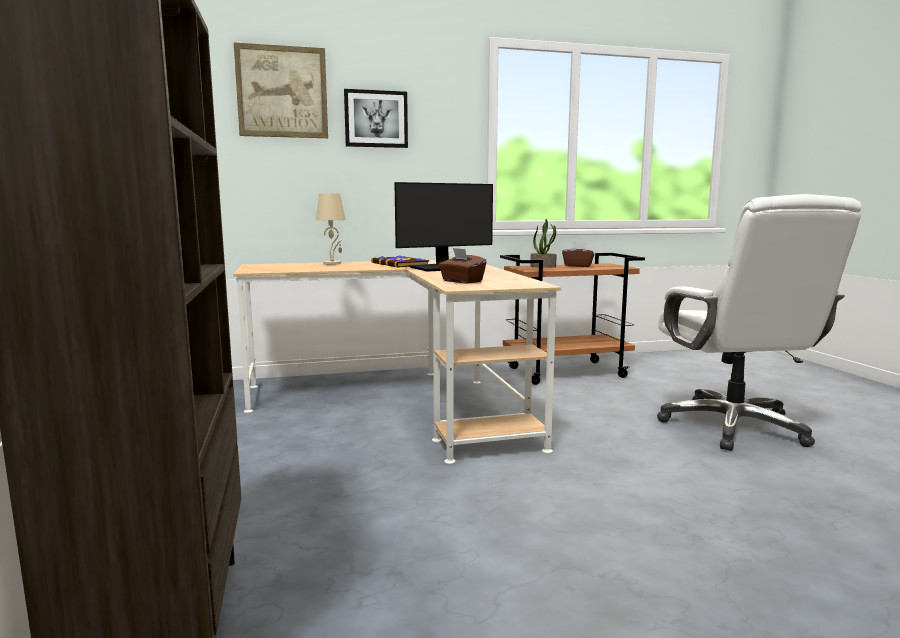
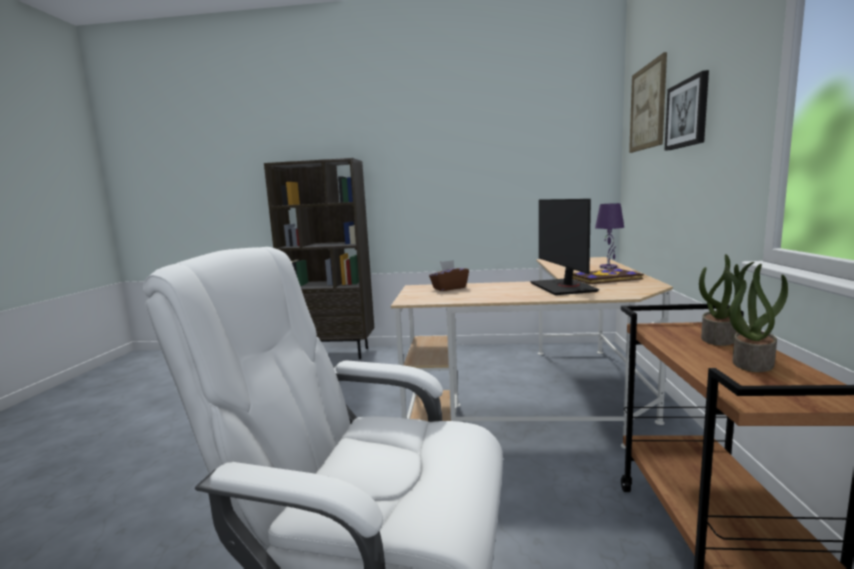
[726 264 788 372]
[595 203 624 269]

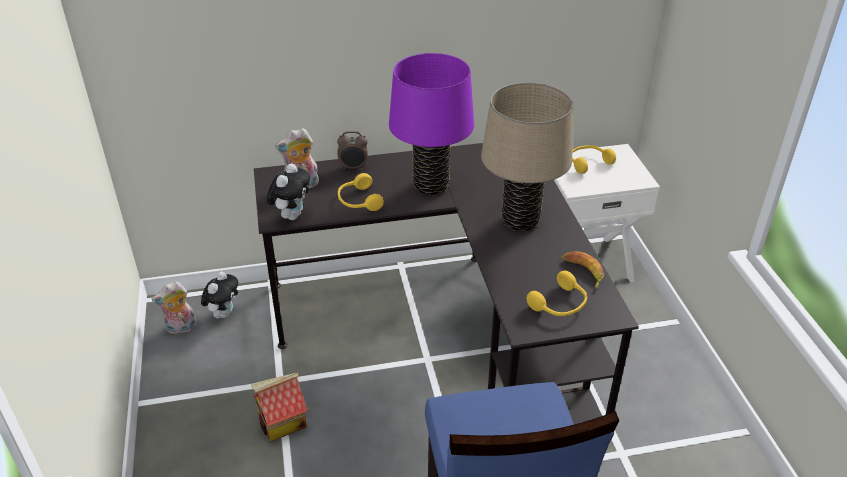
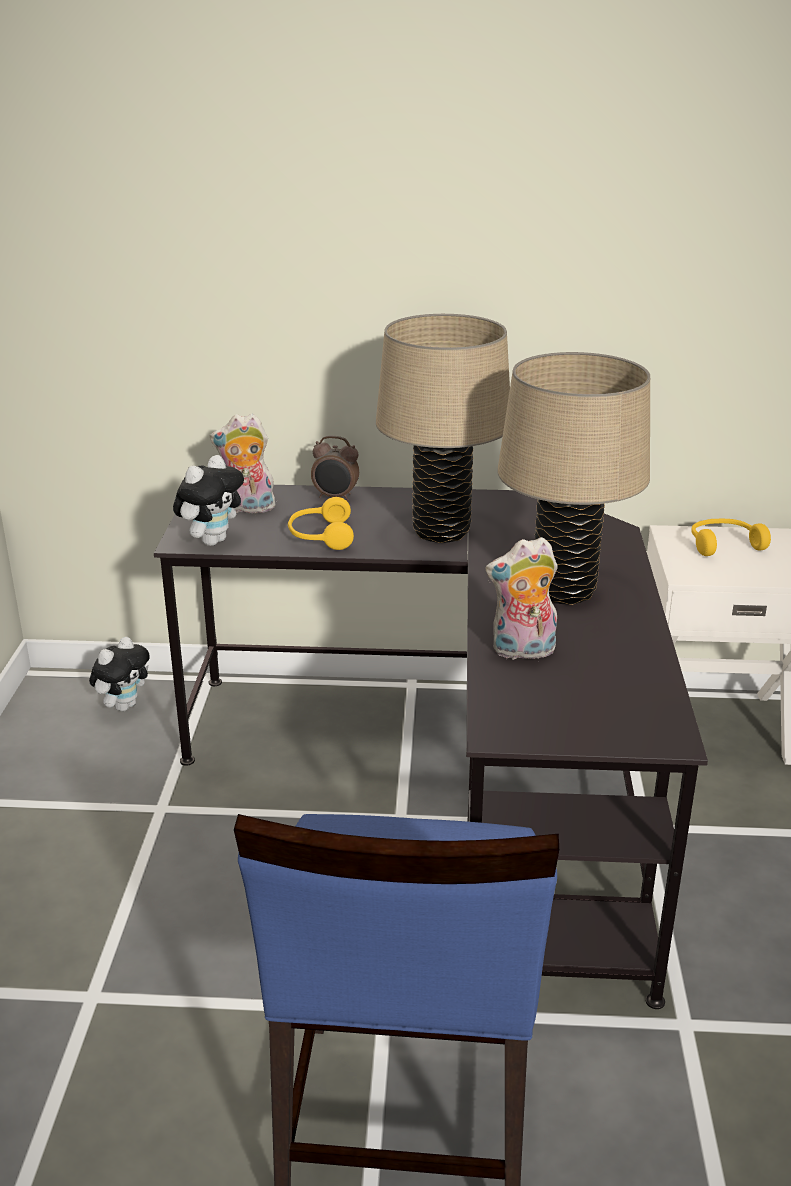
[251 372 308 442] (first image)
[527 271 587 316] (first image)
[561 251 604 289] (first image)
[485 537 558 660]
[376 314 510 543]

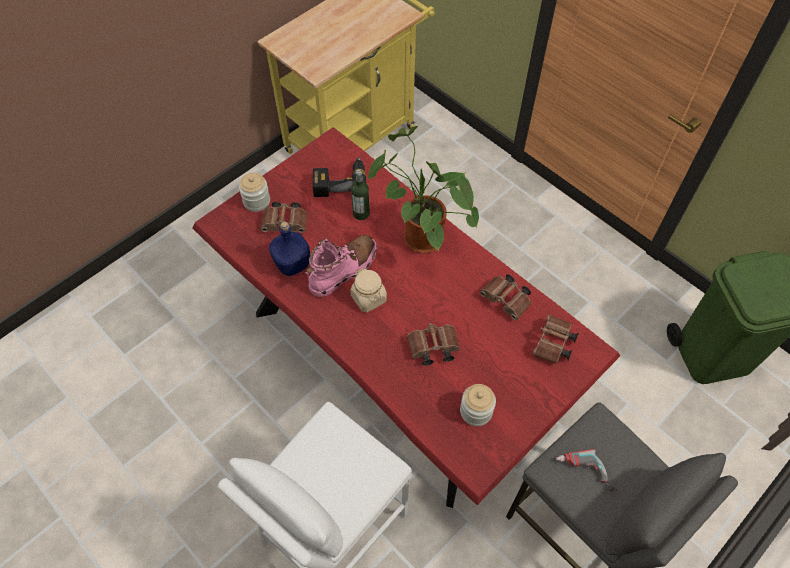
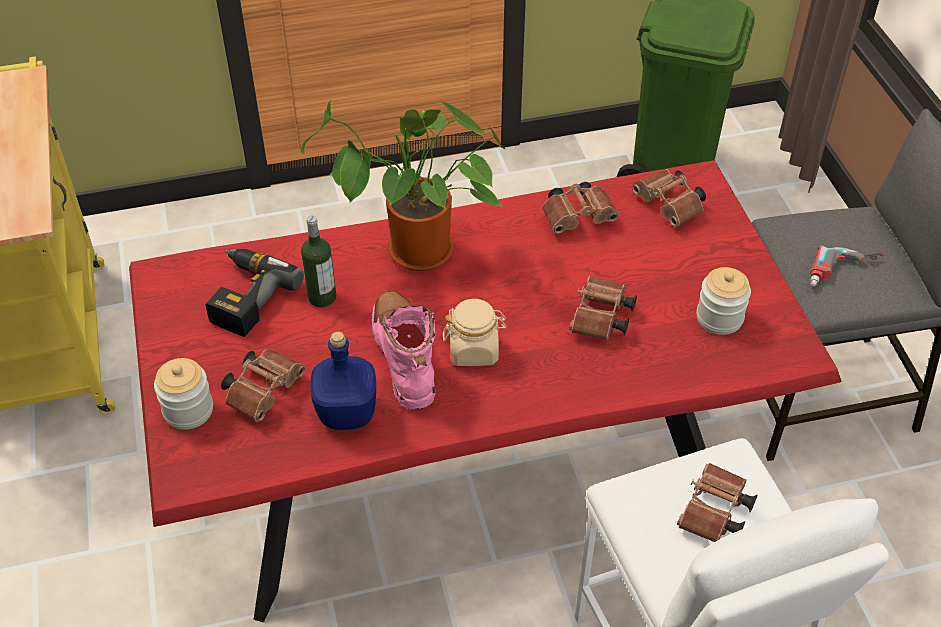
[677 463 757 542]

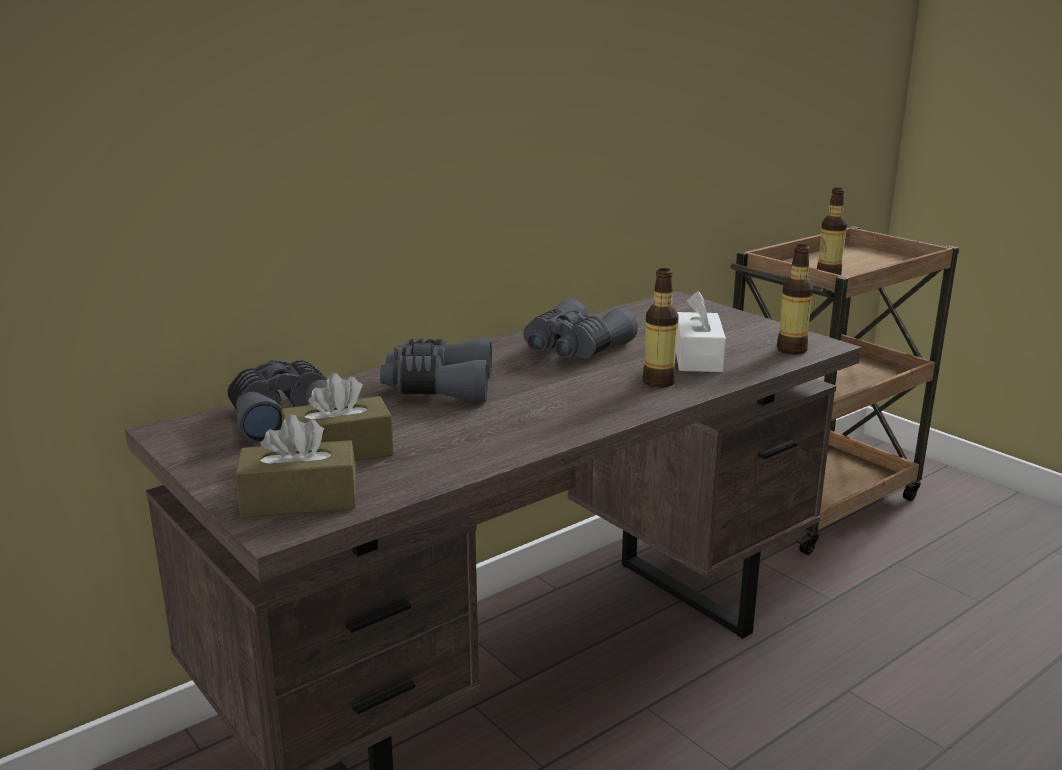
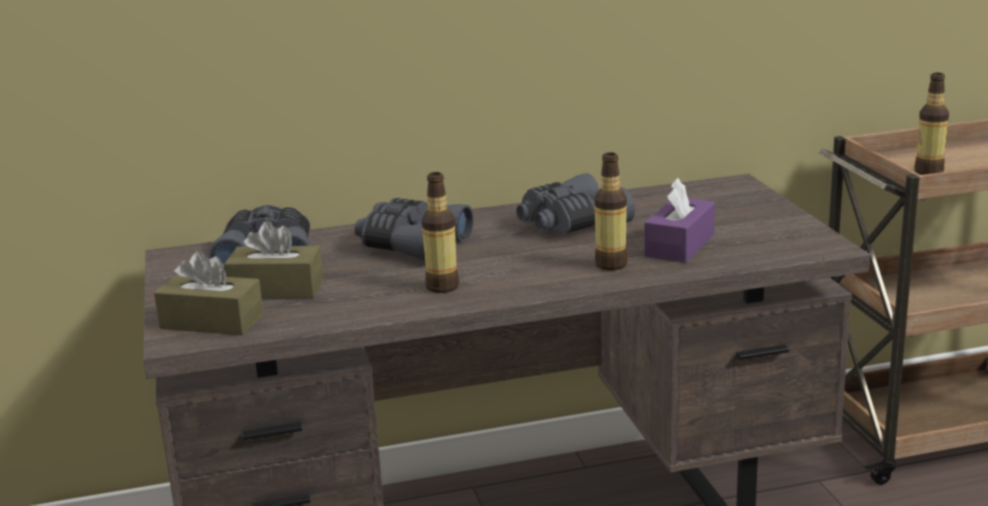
[422 172 459 293]
[644 178 715 263]

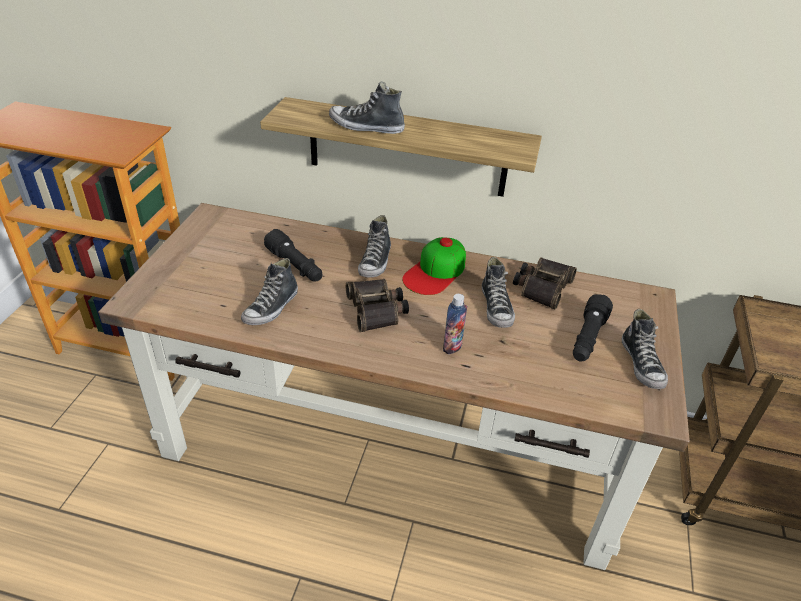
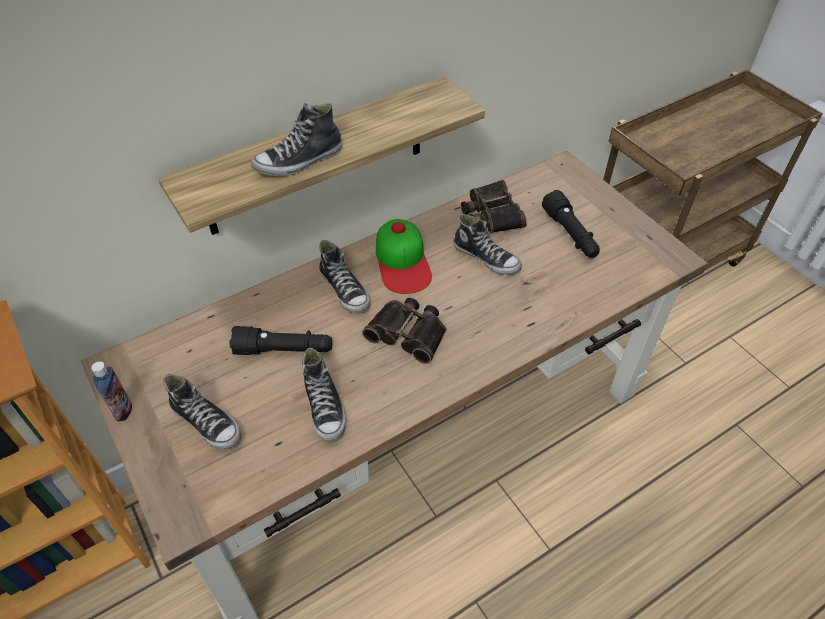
[91 361 132 421]
[164 374 242 449]

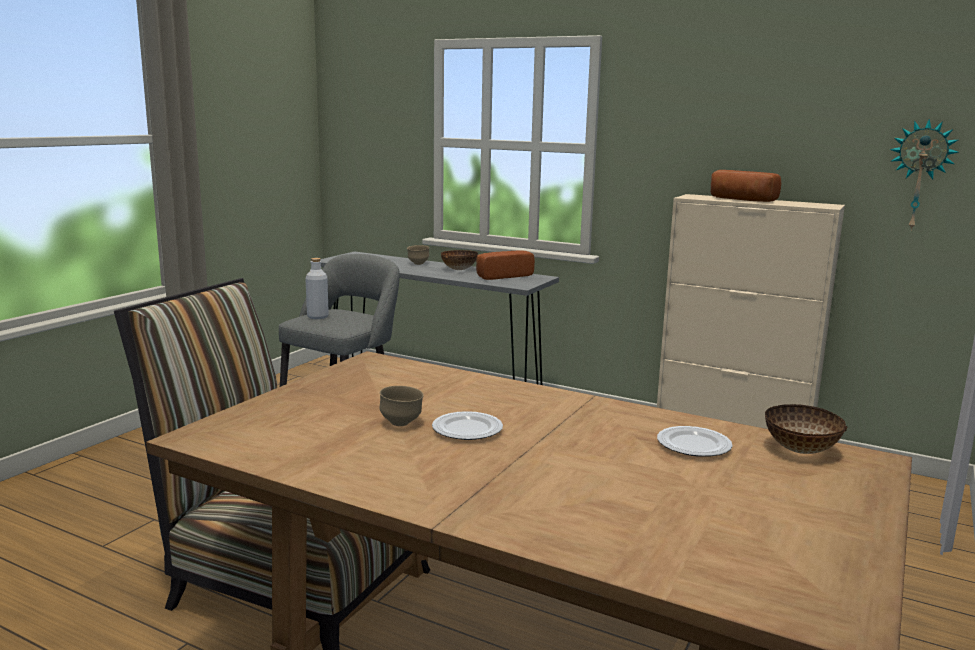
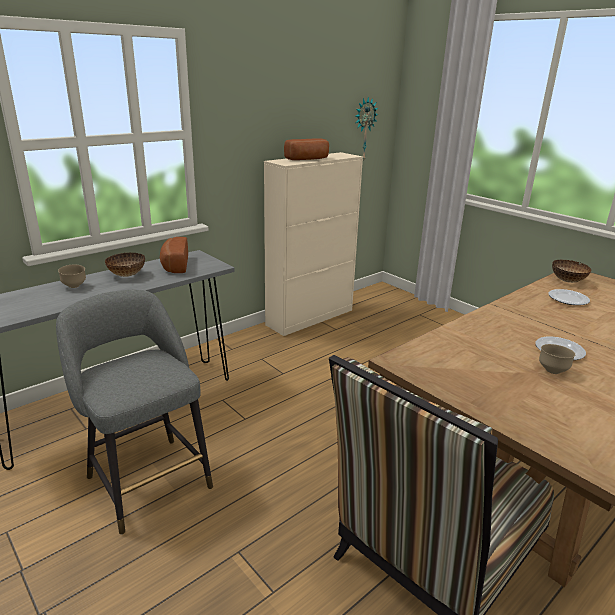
[305 258 329 319] (first image)

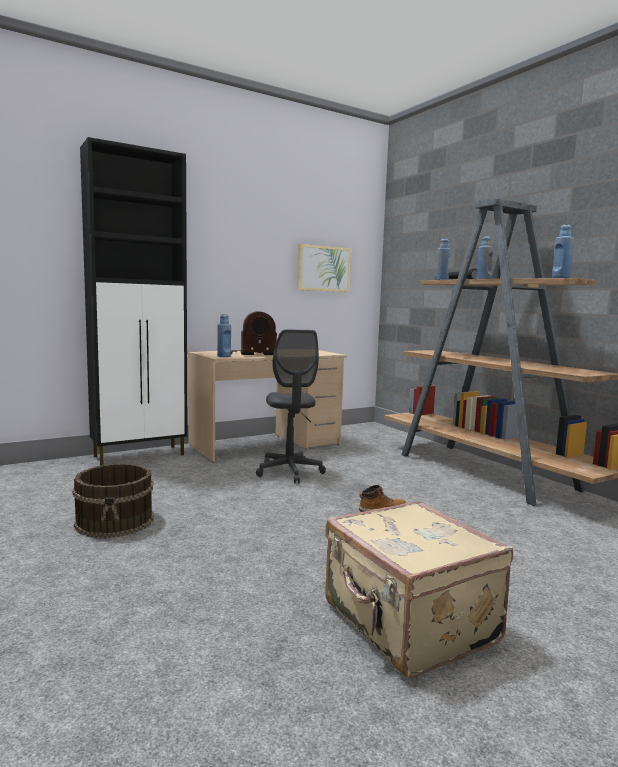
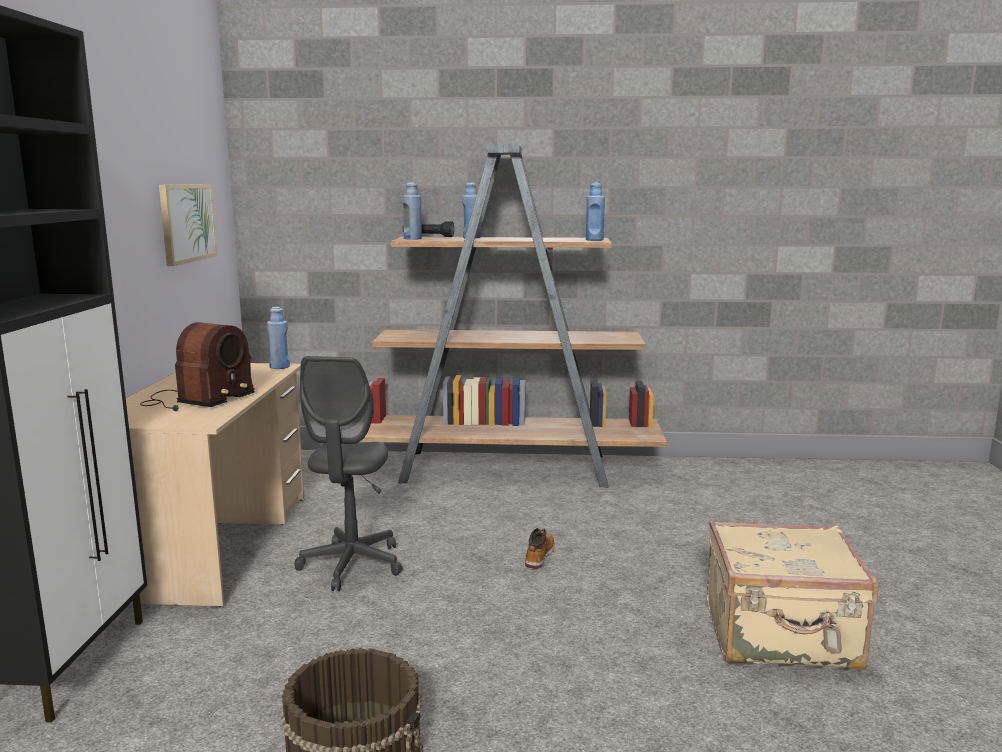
[267 307 290 369]
[294 356 402 591]

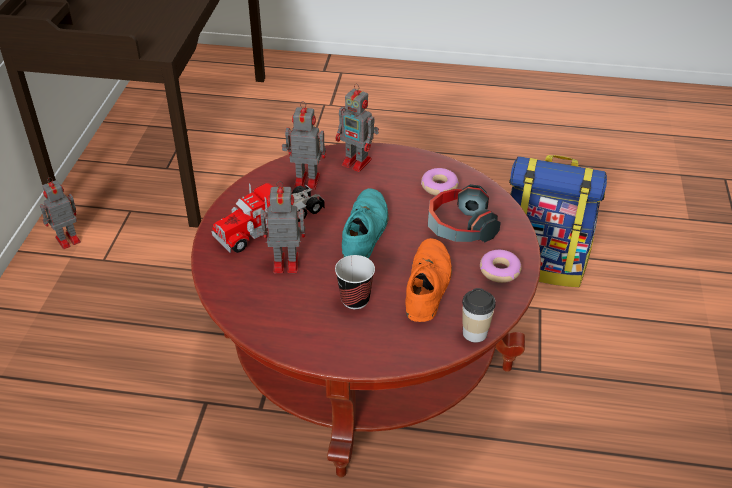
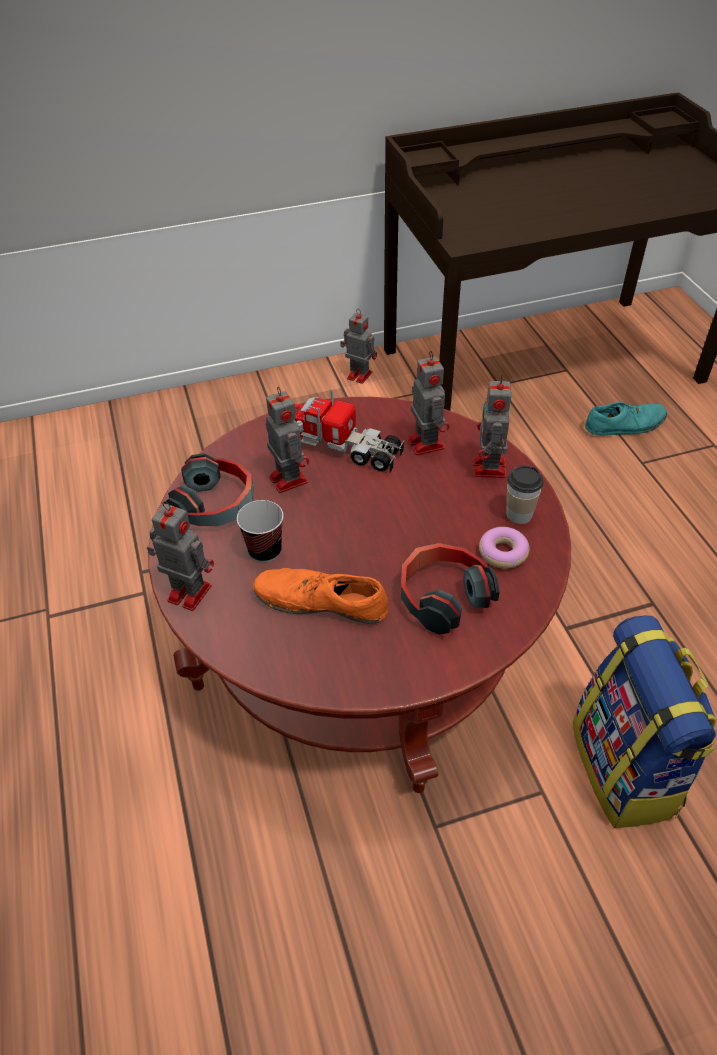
[480 250 521 283] (first image)
[147 501 214 611]
[164 453 254 526]
[585 402 667 436]
[506 466 543 524]
[253 568 388 624]

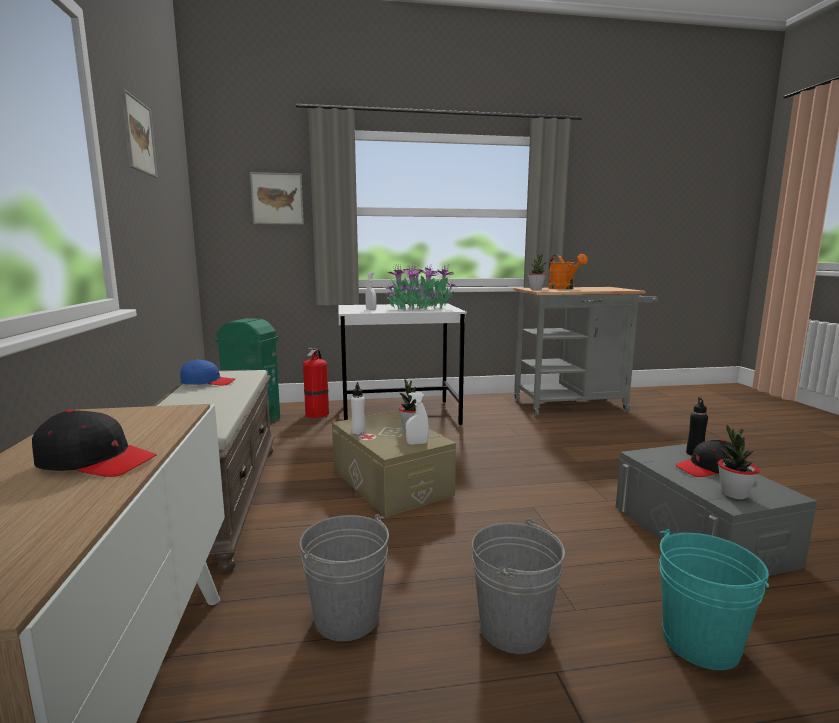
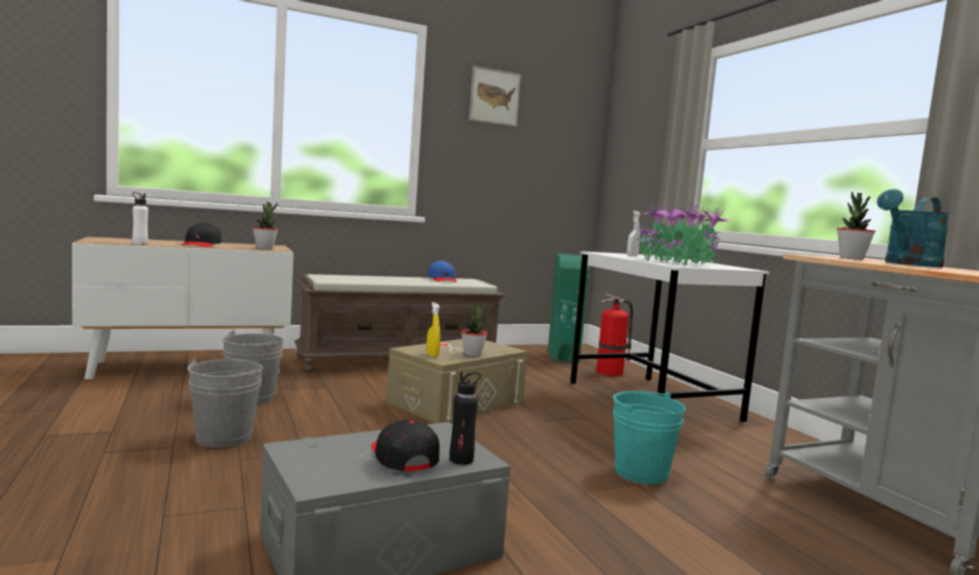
[250 172 304 225] (first image)
[132 192 148 245]
[613 391 685 484]
[253 202 278 250]
[426 302 440 357]
[877 189 950 268]

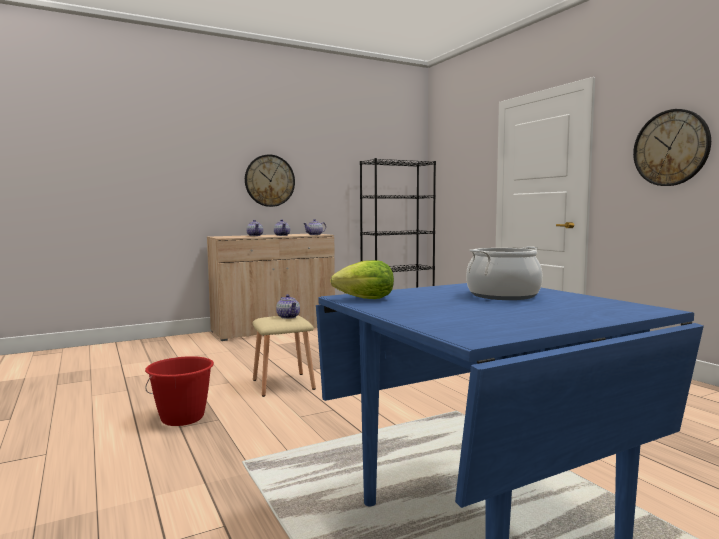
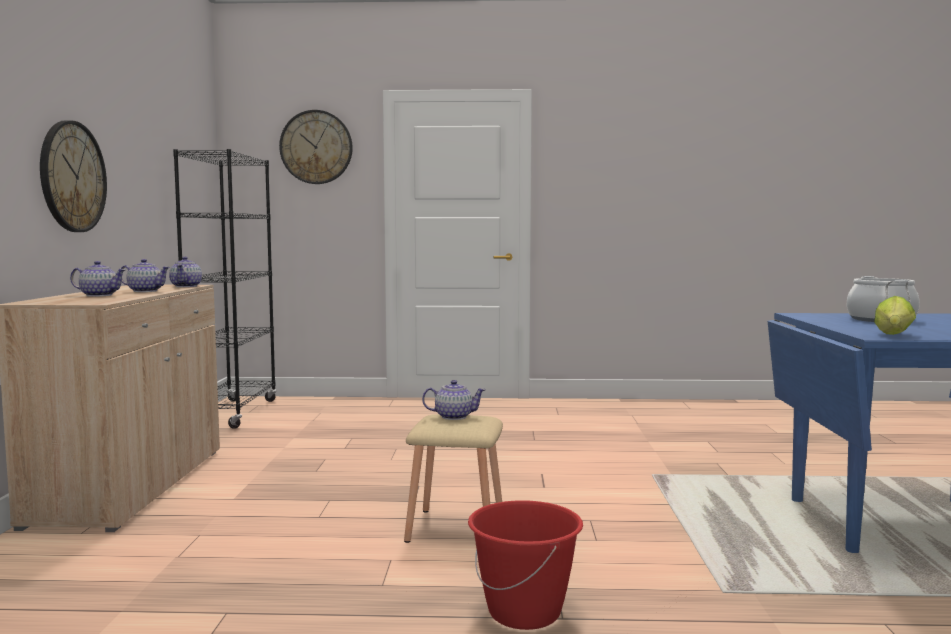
[279 110 353 184]

